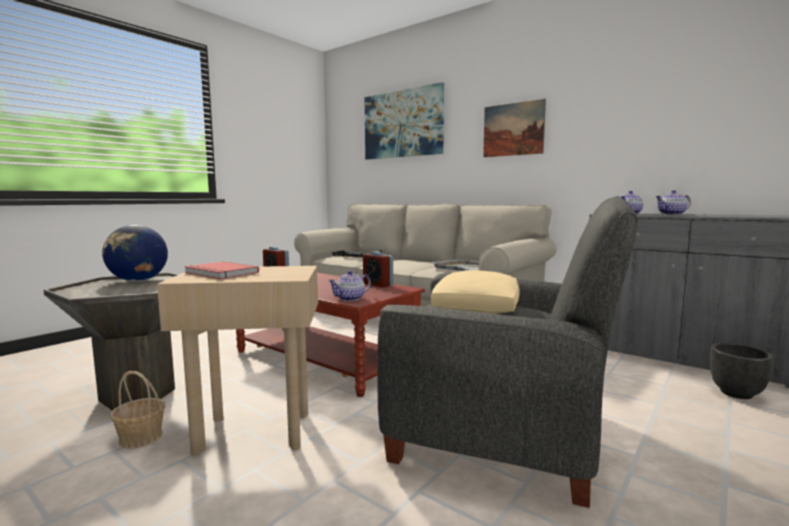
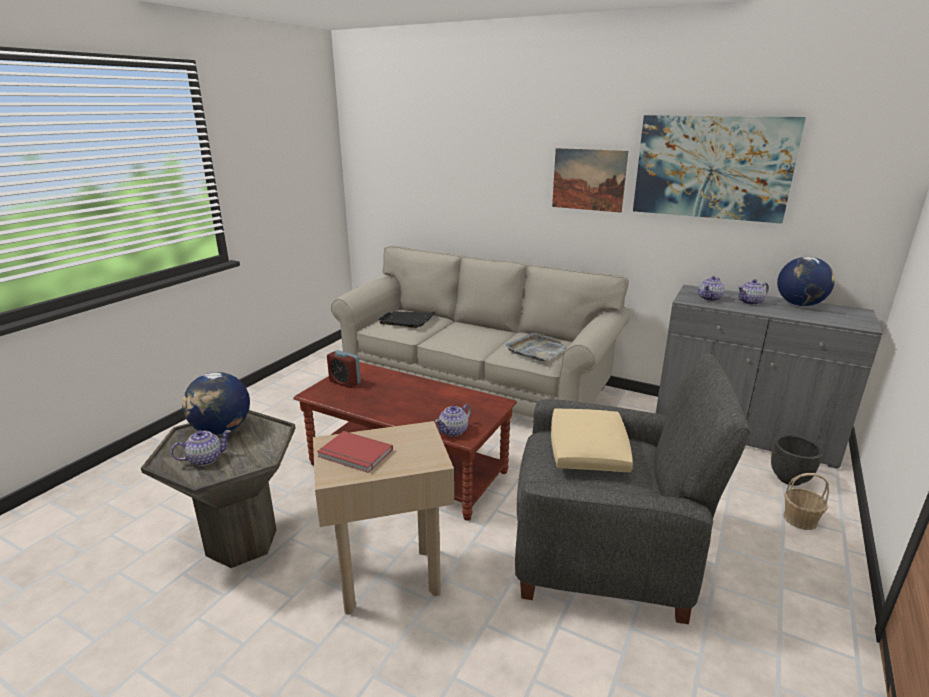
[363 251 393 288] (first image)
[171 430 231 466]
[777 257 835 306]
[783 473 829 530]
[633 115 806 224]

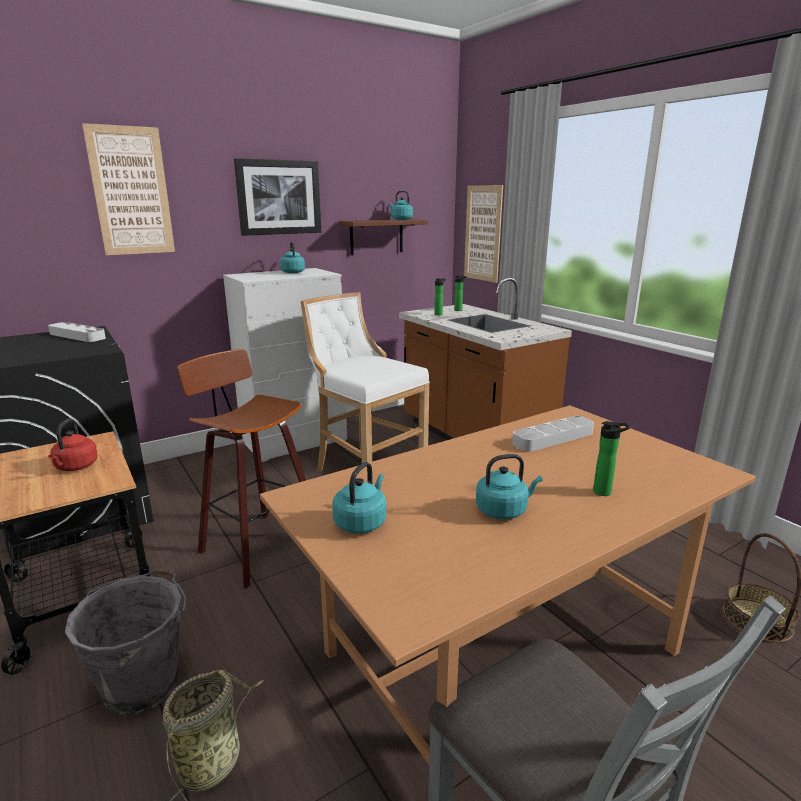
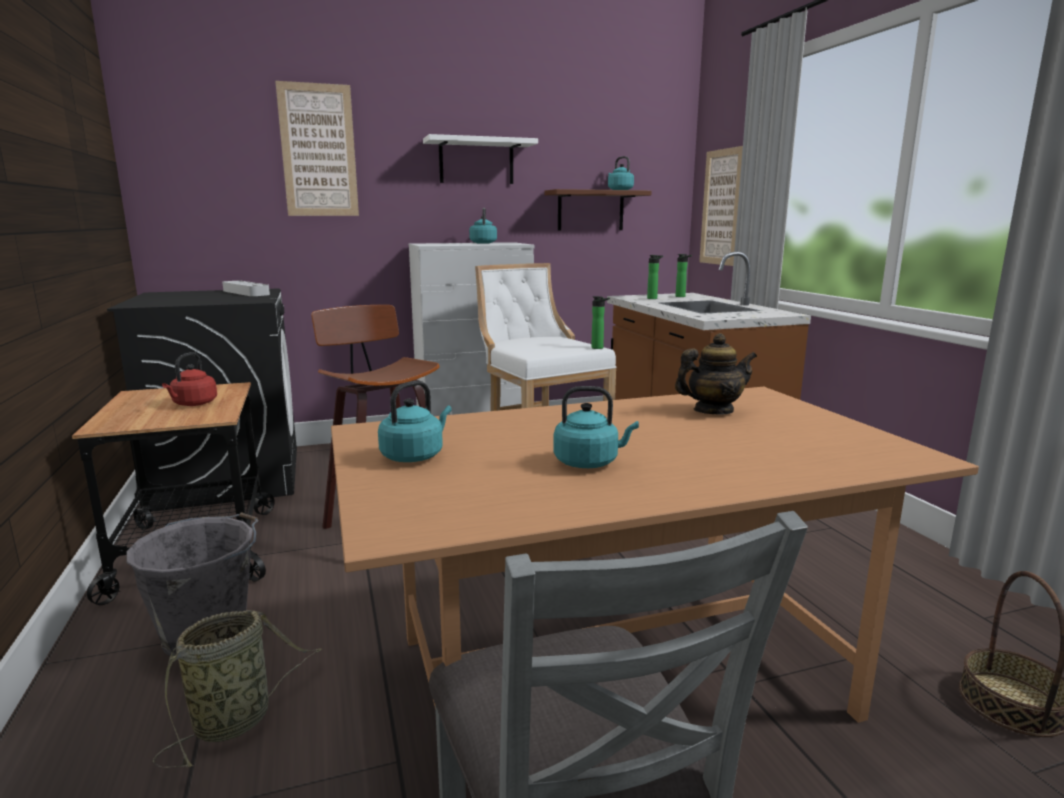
[591 296 610 349]
[423 134 538 184]
[675 333 757 415]

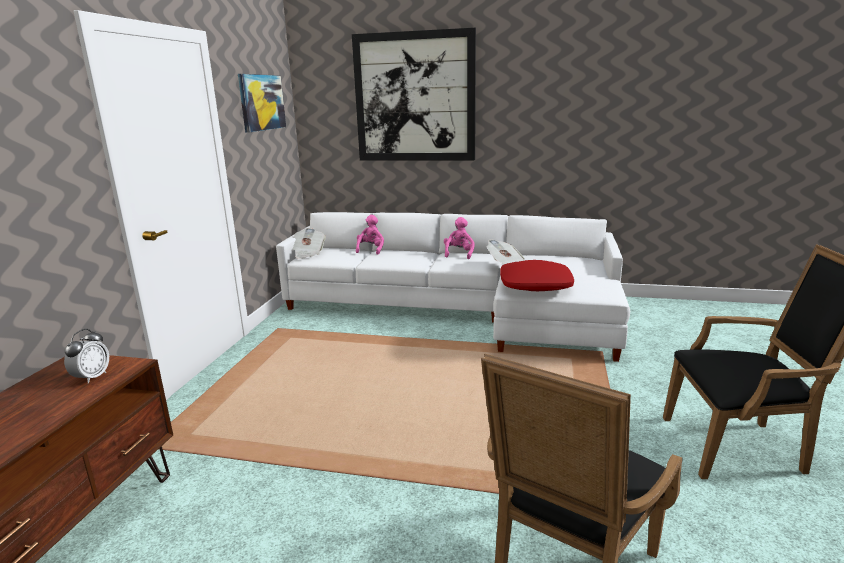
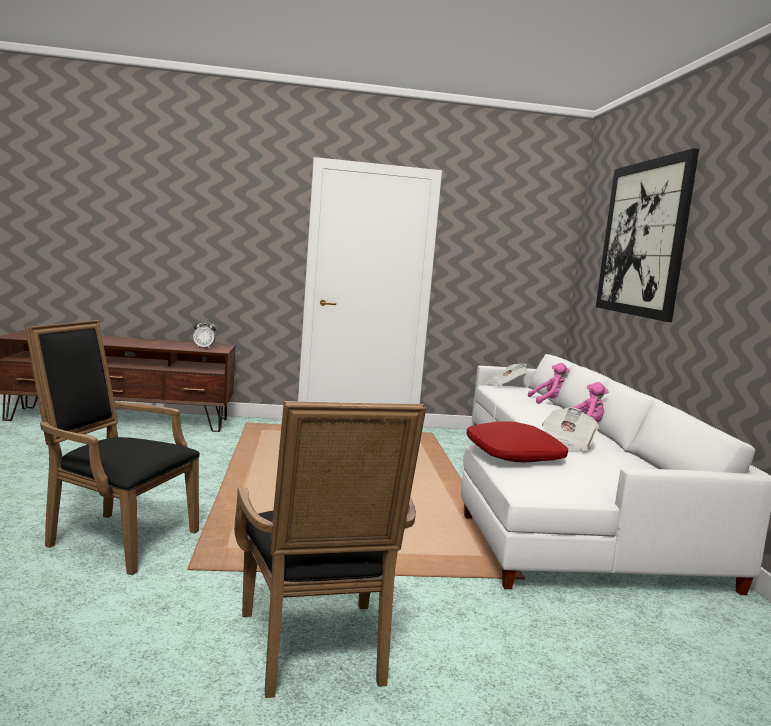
[238 74 286 133] (first image)

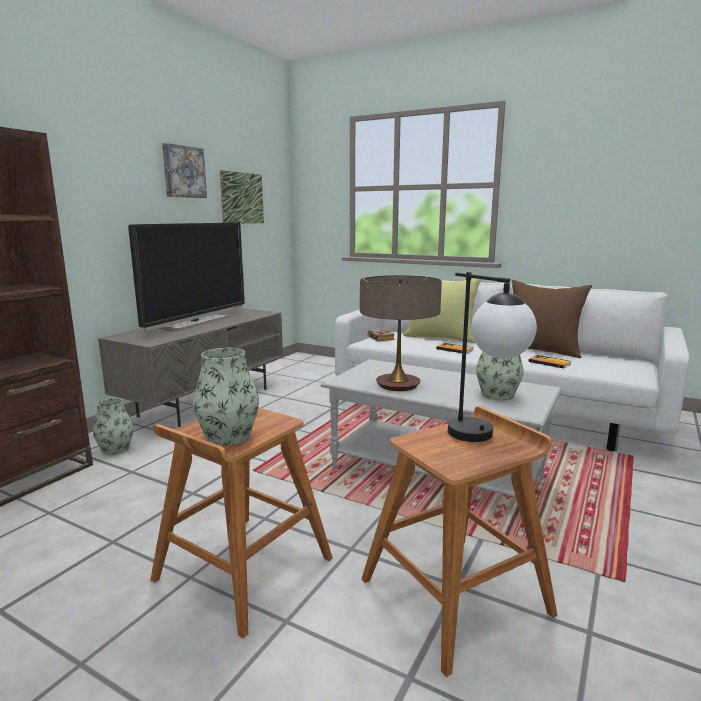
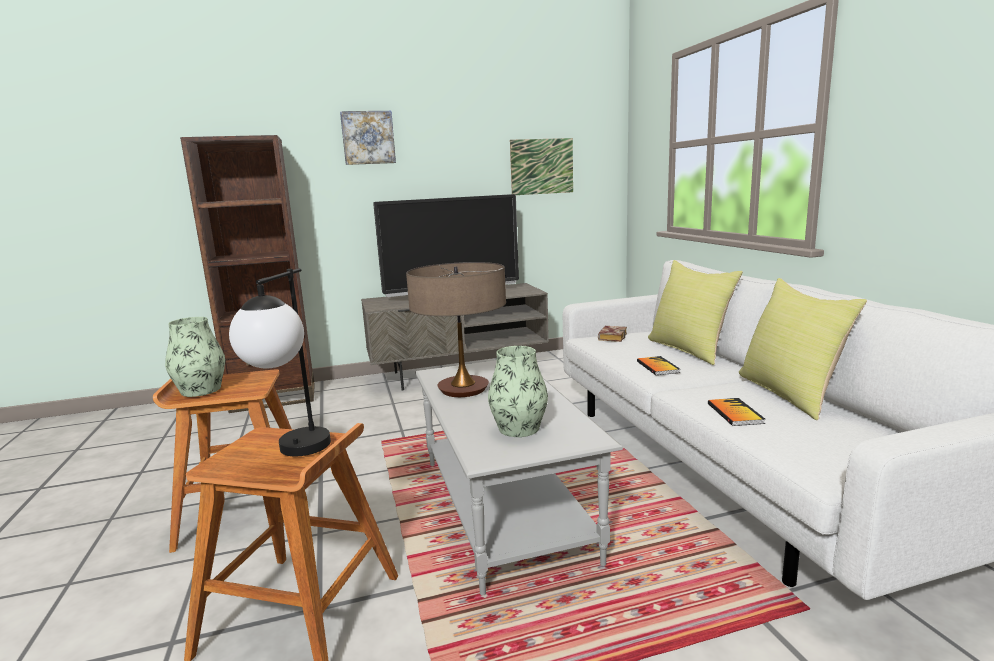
[93 398 133 455] (first image)
[340 111 396 165]
[739 278 867 420]

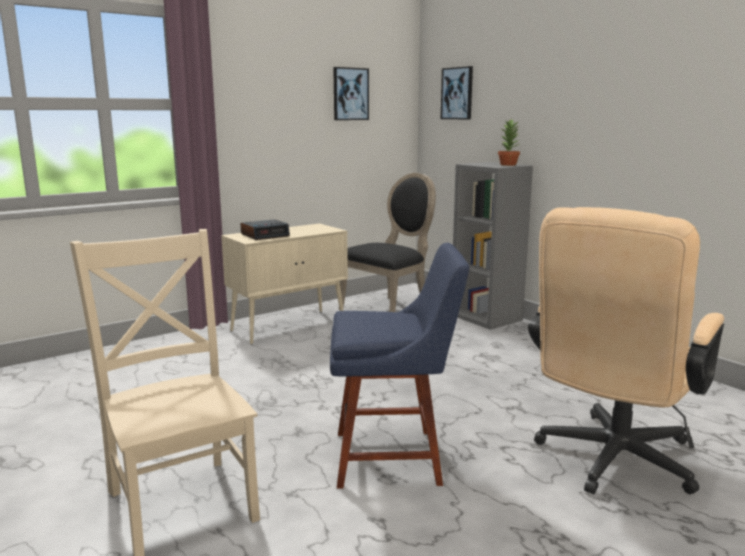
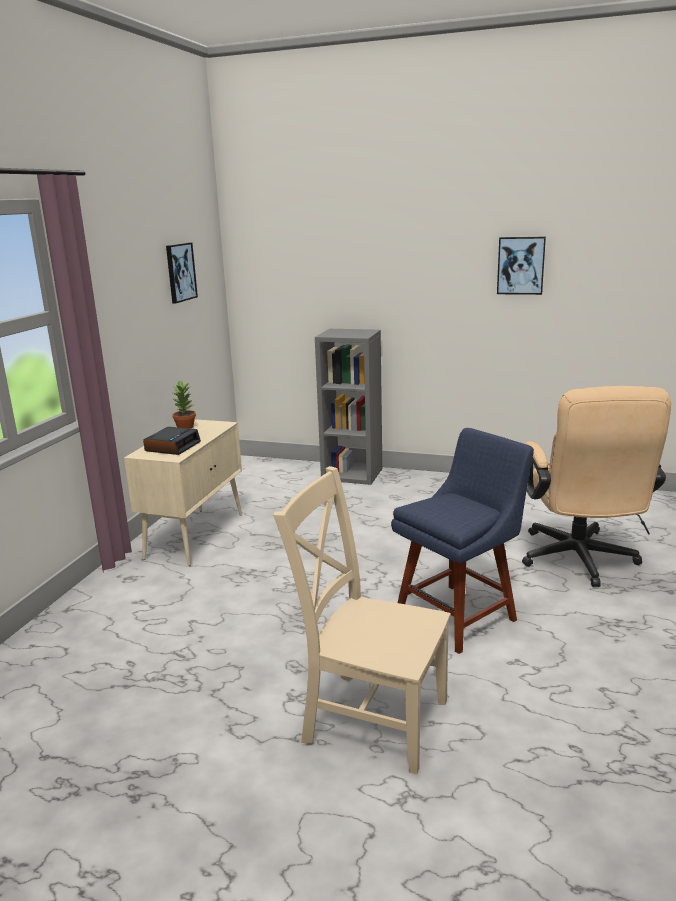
[339 173 436 312] (first image)
[497 236 546 295]
[172 381 196 429]

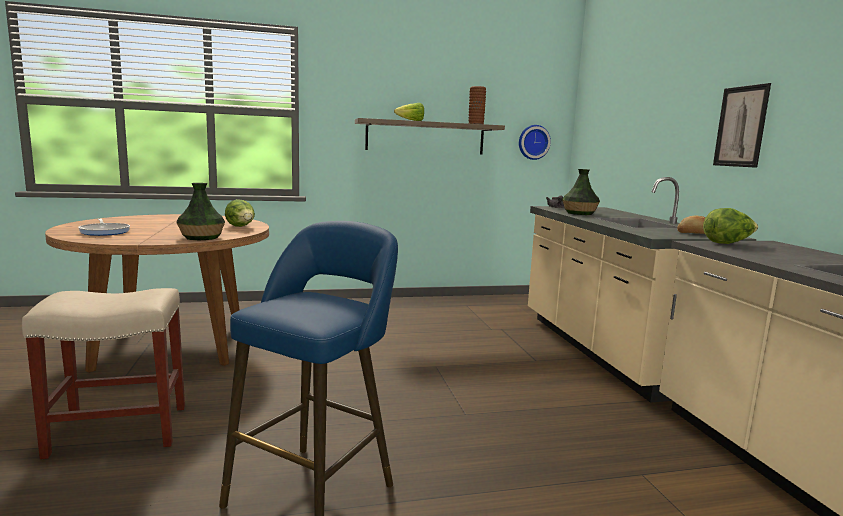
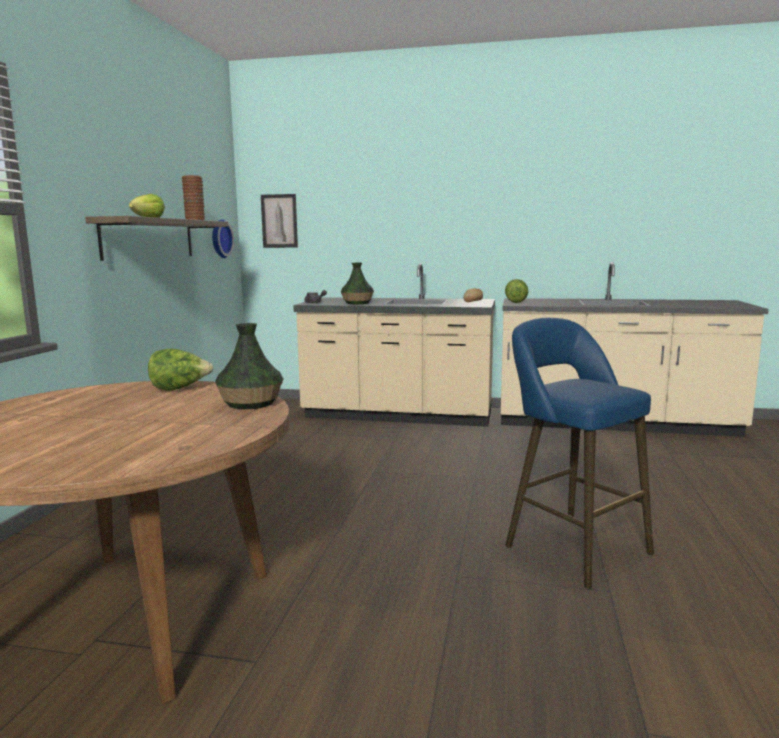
[22 288 185 459] (first image)
[78 219 130 236] (first image)
[261 194 298 248]

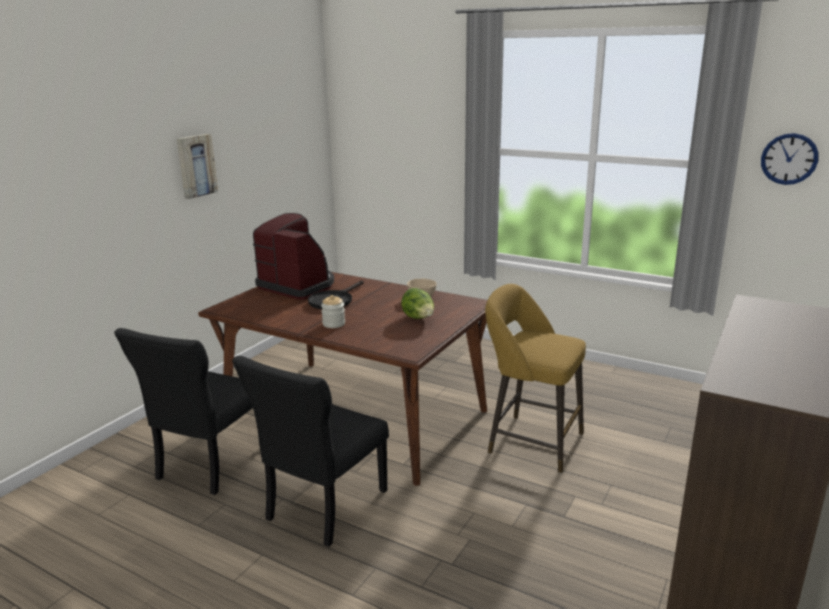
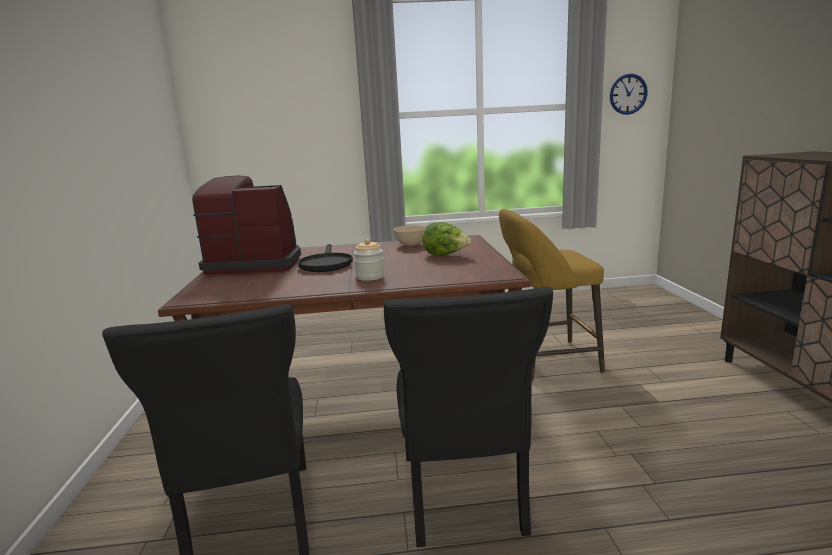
[177 134 218 199] (first image)

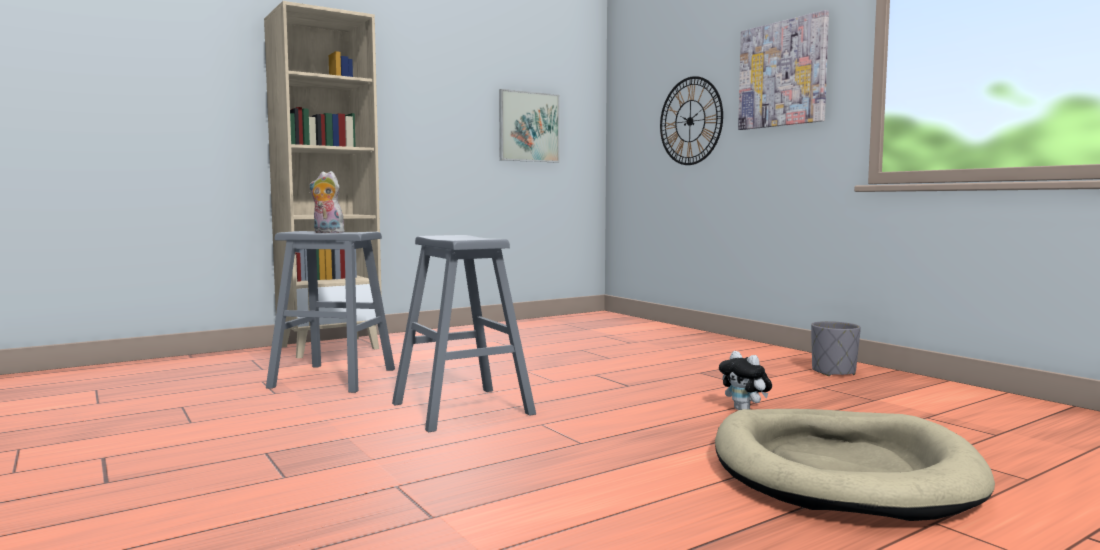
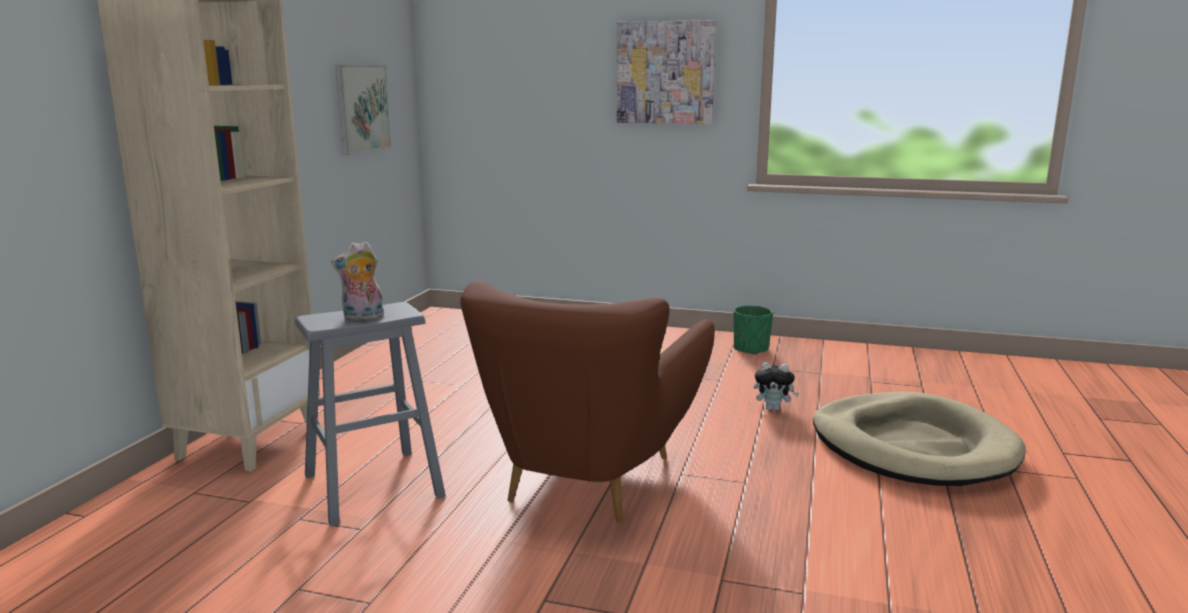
[660 76 723 165] (first image)
[460 281 715 523]
[733 305 773 355]

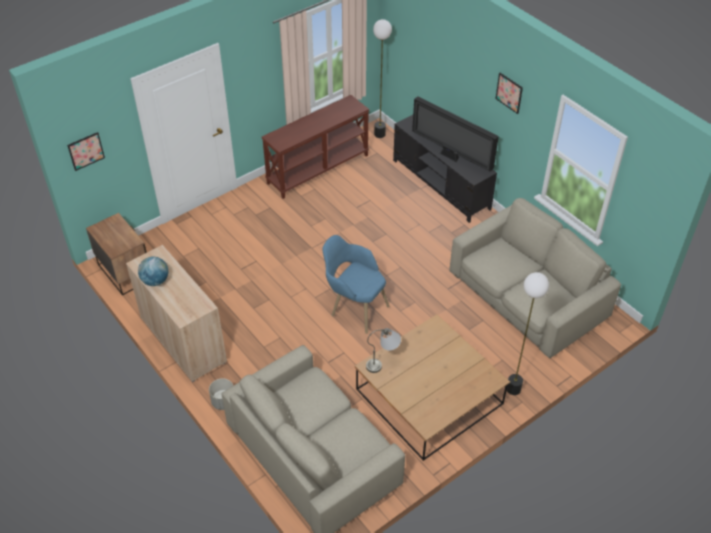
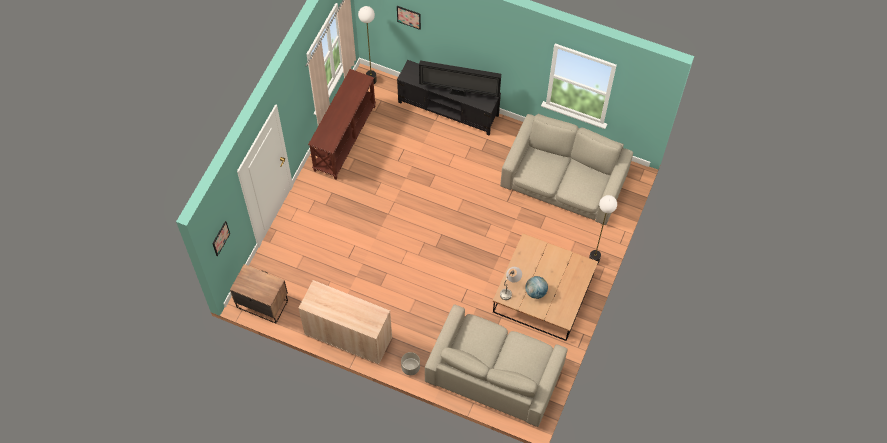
[322 235 389 334] (first image)
[525 276 548 299]
[397 6 421 30]

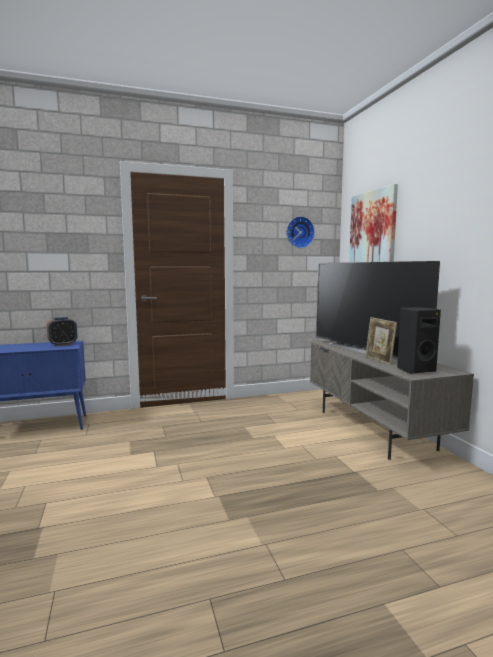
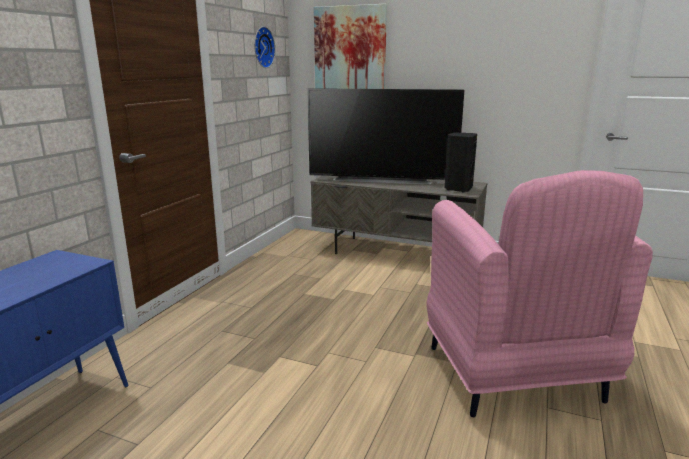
[47 317 77 346] (first image)
[365 317 397 365] (first image)
[426 170 653 417]

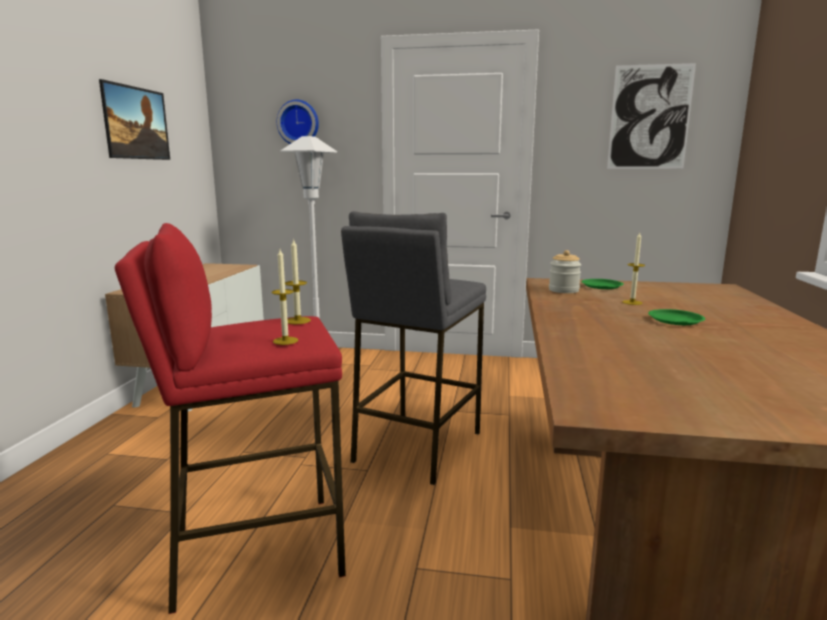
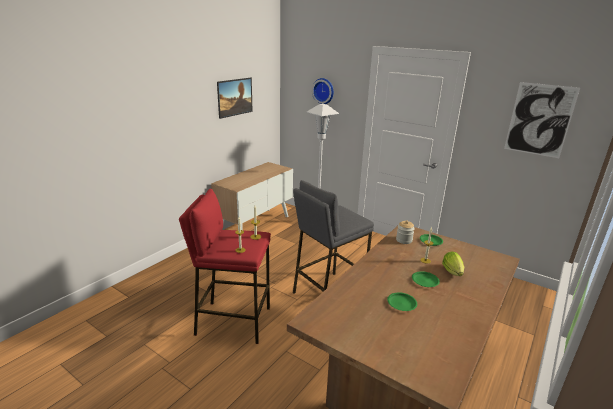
[387 292 417 311]
[442 252 464 276]

